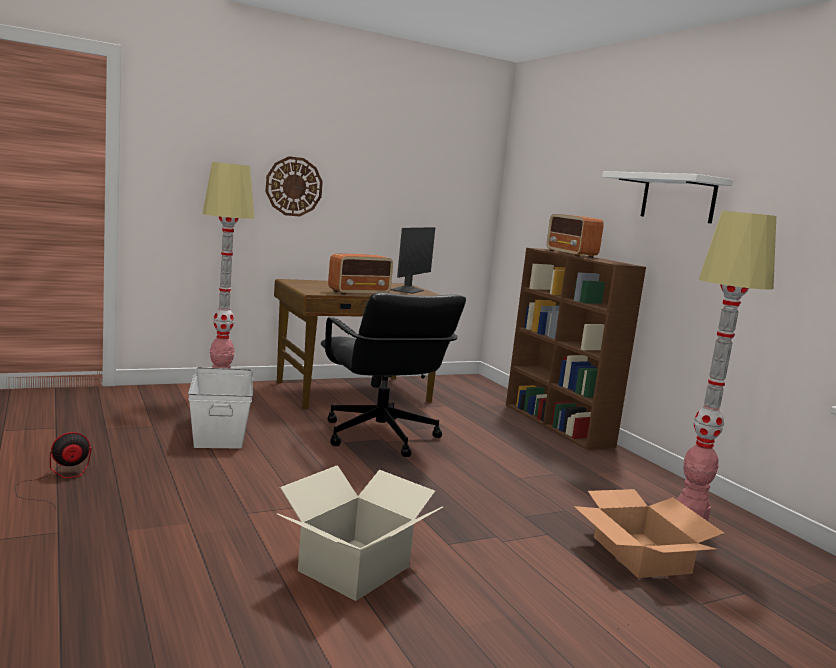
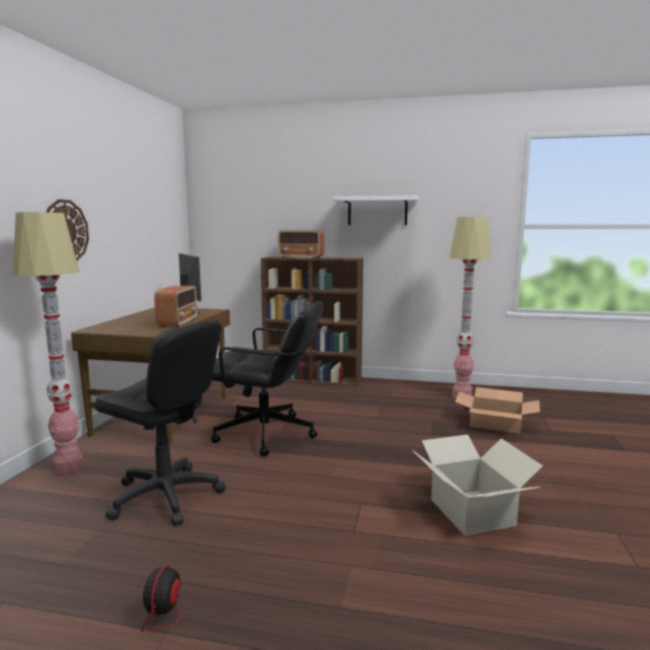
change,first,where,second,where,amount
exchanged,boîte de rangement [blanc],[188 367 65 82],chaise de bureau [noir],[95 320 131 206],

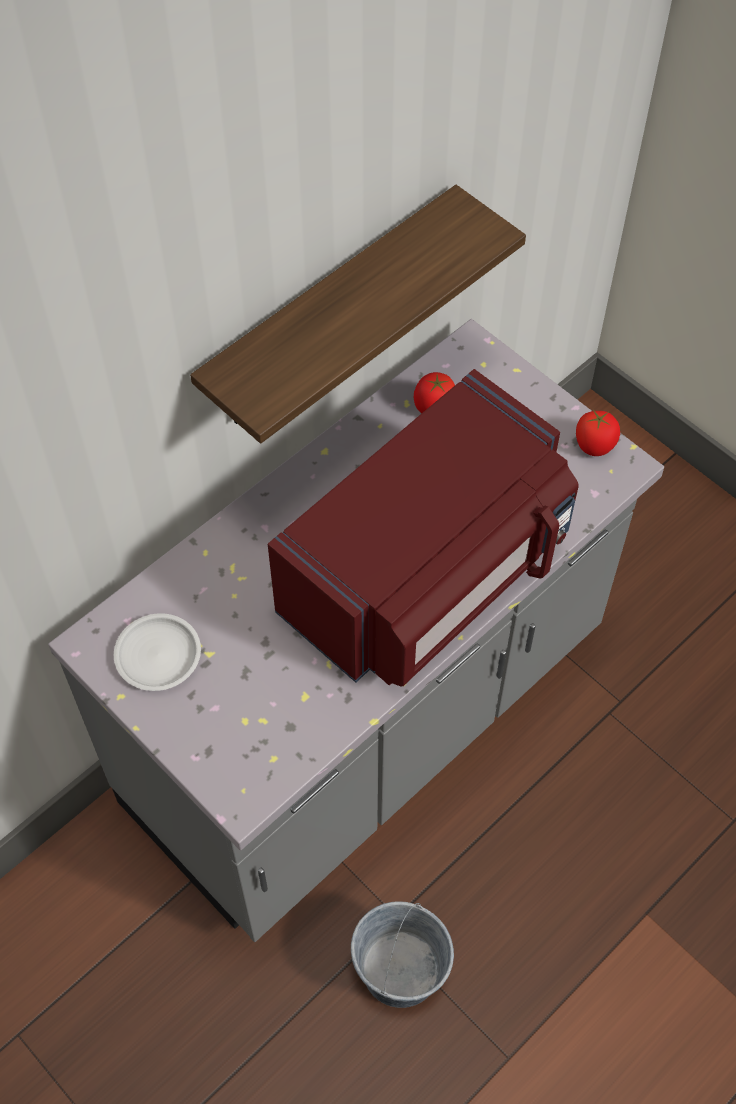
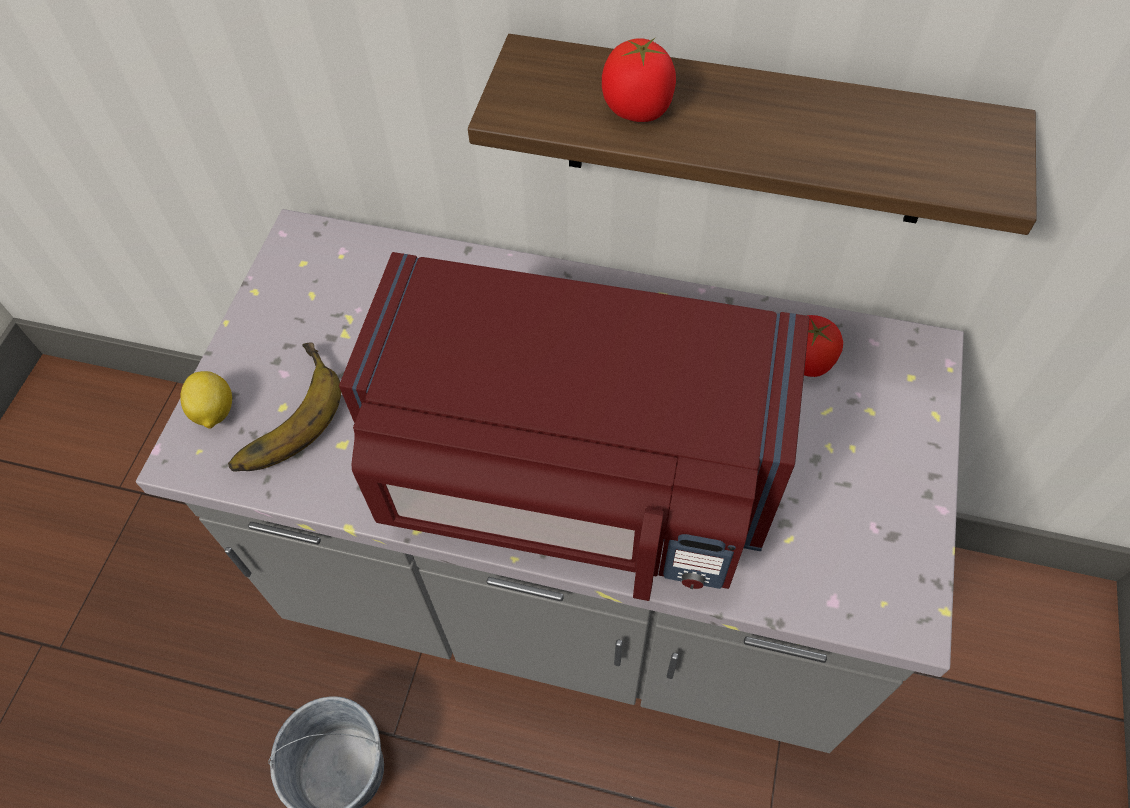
change,first,where,second,where,amount
appeared,,,citron,[180 371 52 58],
appeared,,,banane,[228 342 113 130],
relocated,tomate,[576 410 44 46],,[602 37 74 85],
missing,assiette [blanc],[114 613 87 78],,,

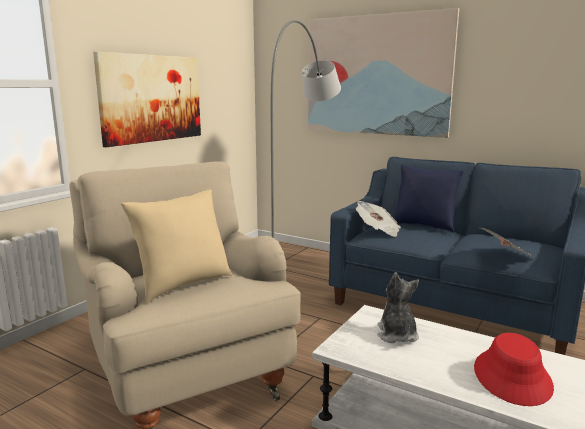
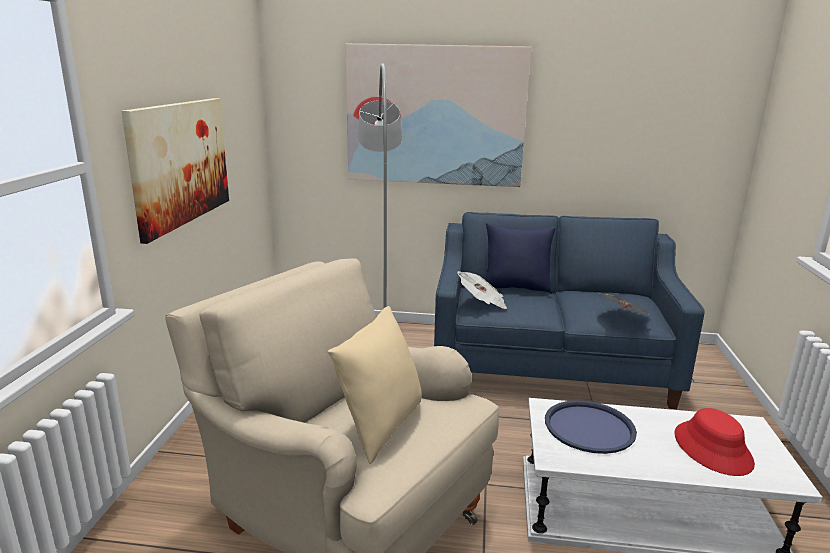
change,first,where,second,where,amount
exchanged,peluche,[377 272 42 71],plateau [bleu],[545 400 92 54],

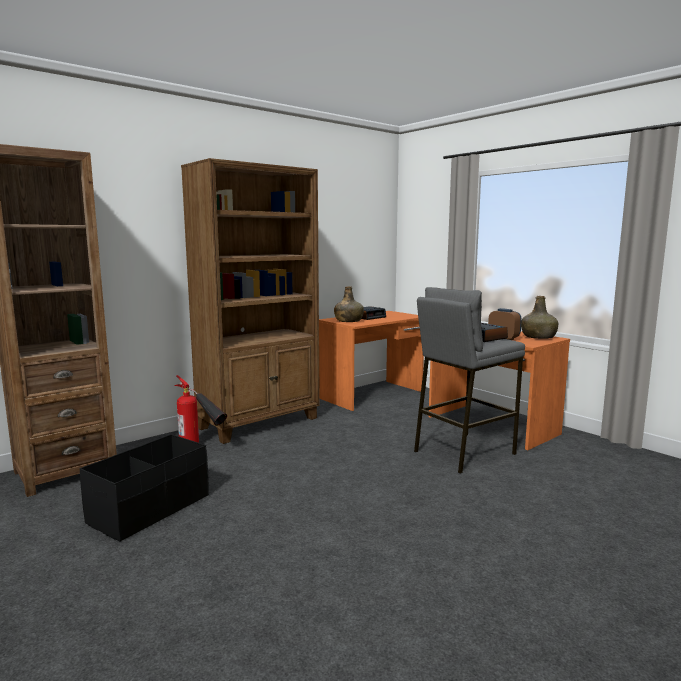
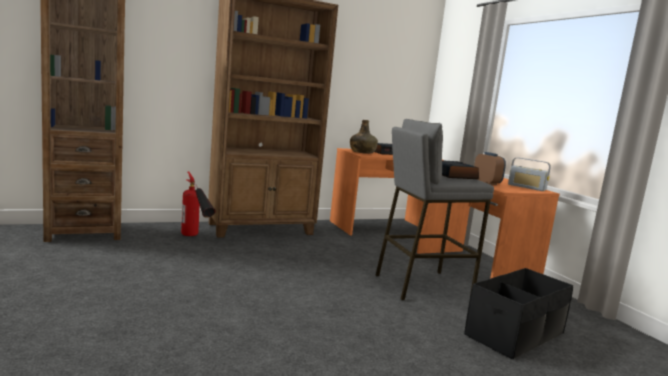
change,first,where,second,where,amount
relocated,boîte de rangement [noir],[79 434 130 108],,[464 268 109 91],
exchanged,bouteille [vert],[521 296 37 43],radio,[508 158 43 33],

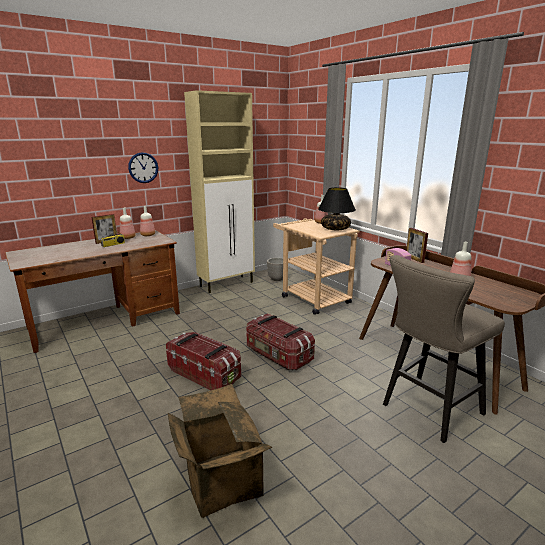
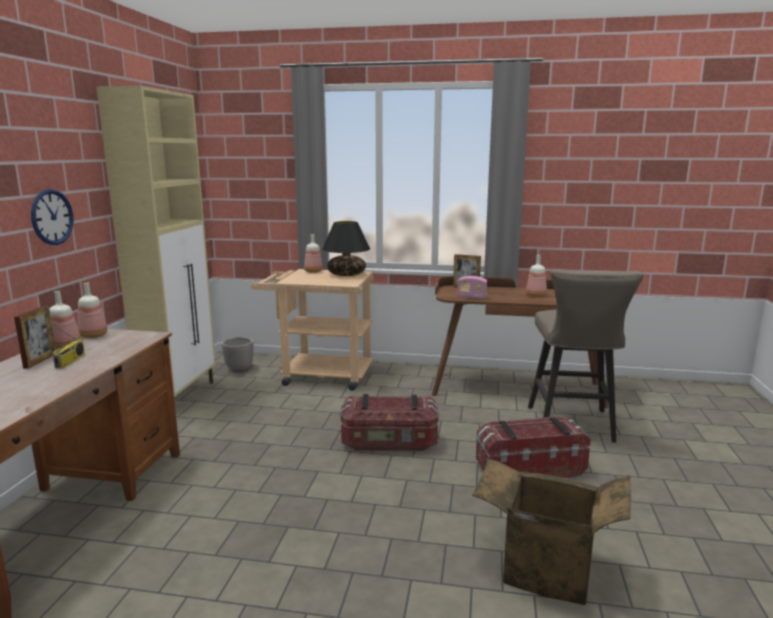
change,first,where,second,where,amount
relocated,boîte de rangement,[166 332 75 59],,[476 417 115 61],

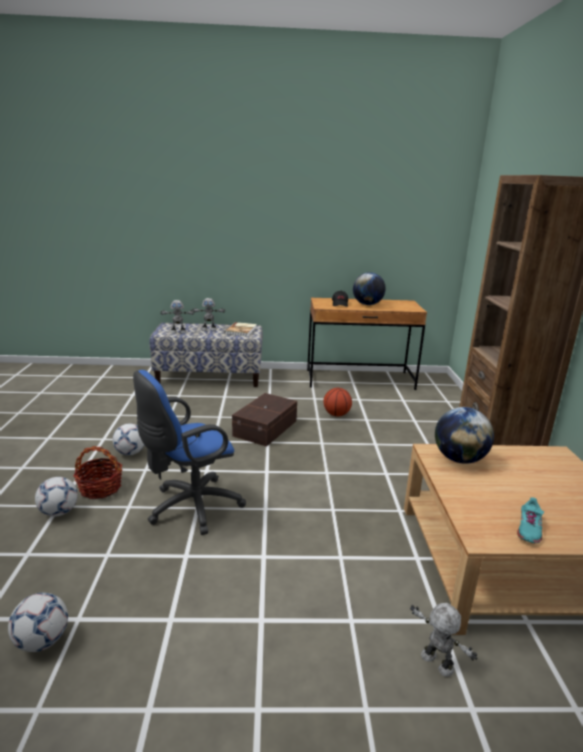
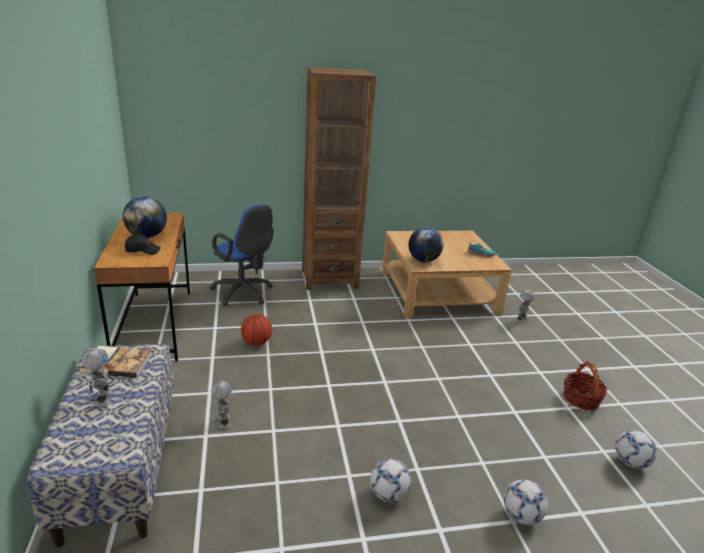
change,first,where,second,where,amount
relocated,chaise de bureau [bleu],[133 370 113 165],,[210 205 64 101],
relocated,robot jouet,[160 300 35 34],,[211 381 21 48],
relocated,panier,[74 446 48 53],,[563 361 45 49],
missing,boîte de rangement [marron],[232 393 65 54],,,

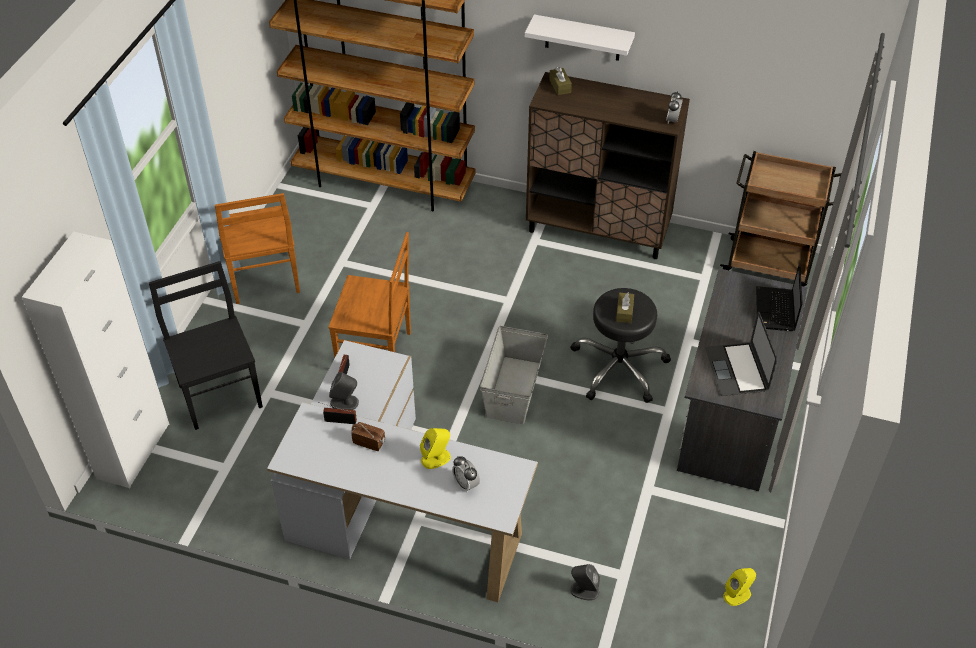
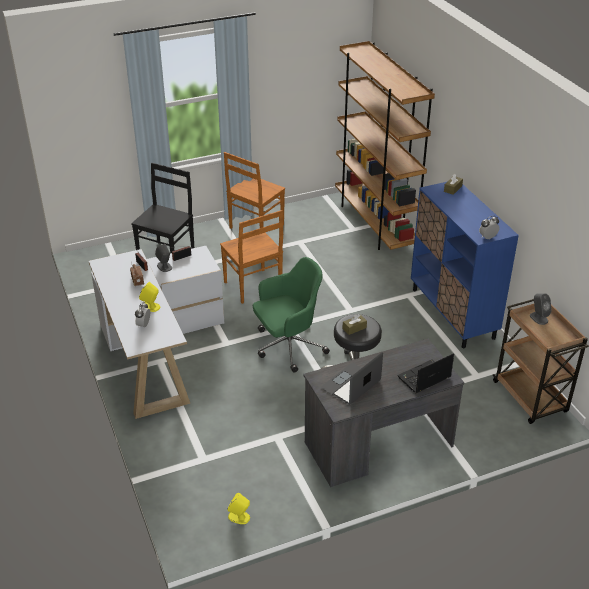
change,first,where,second,where,amount
exchanged,boîte de rangement [gris],[480 326 68 98],chaise de bureau [vert],[253 257 77 116],
colour,meuble de rangement [marron],[526 72 164 187],meuble de rangement [bleu],[411 181 108 167],
relocated,enceinte [gris],[571 564 29 37],,[530 293 22 32],
missing,meuble de rangement [blanc],[22 231 147 257],,,
missing,étagère [blanc],[525 14 110 47],,,

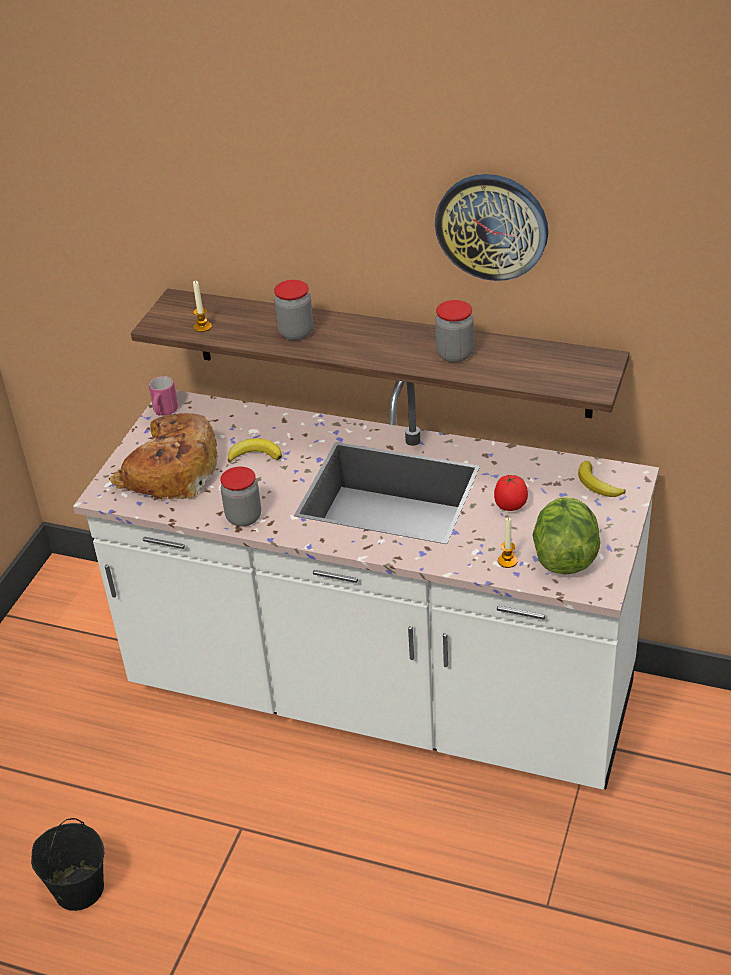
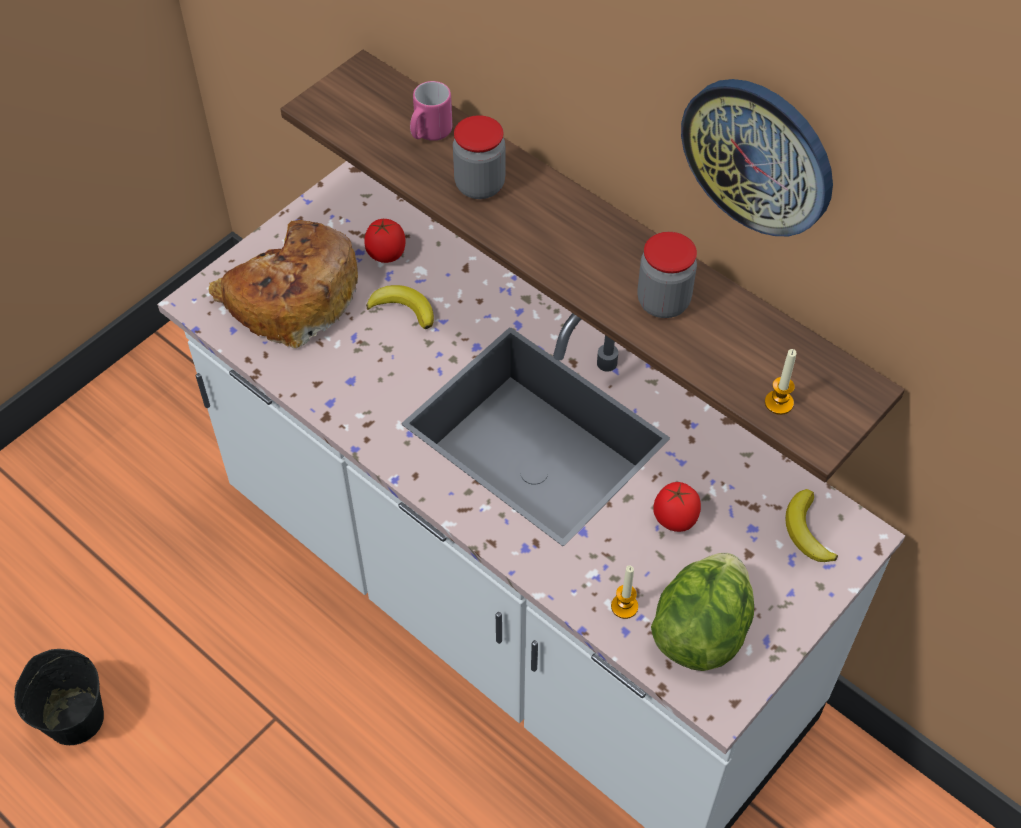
change,first,where,second,where,amount
appeared,,,tomate,[364 219 41 44],
relocated,mug [rose],[149 376 29 40],,[410 81 42 60],
relocated,bougie,[193 281 19 51],,[765 349 31 66],
missing,bocal,[220 467 41 60],,,

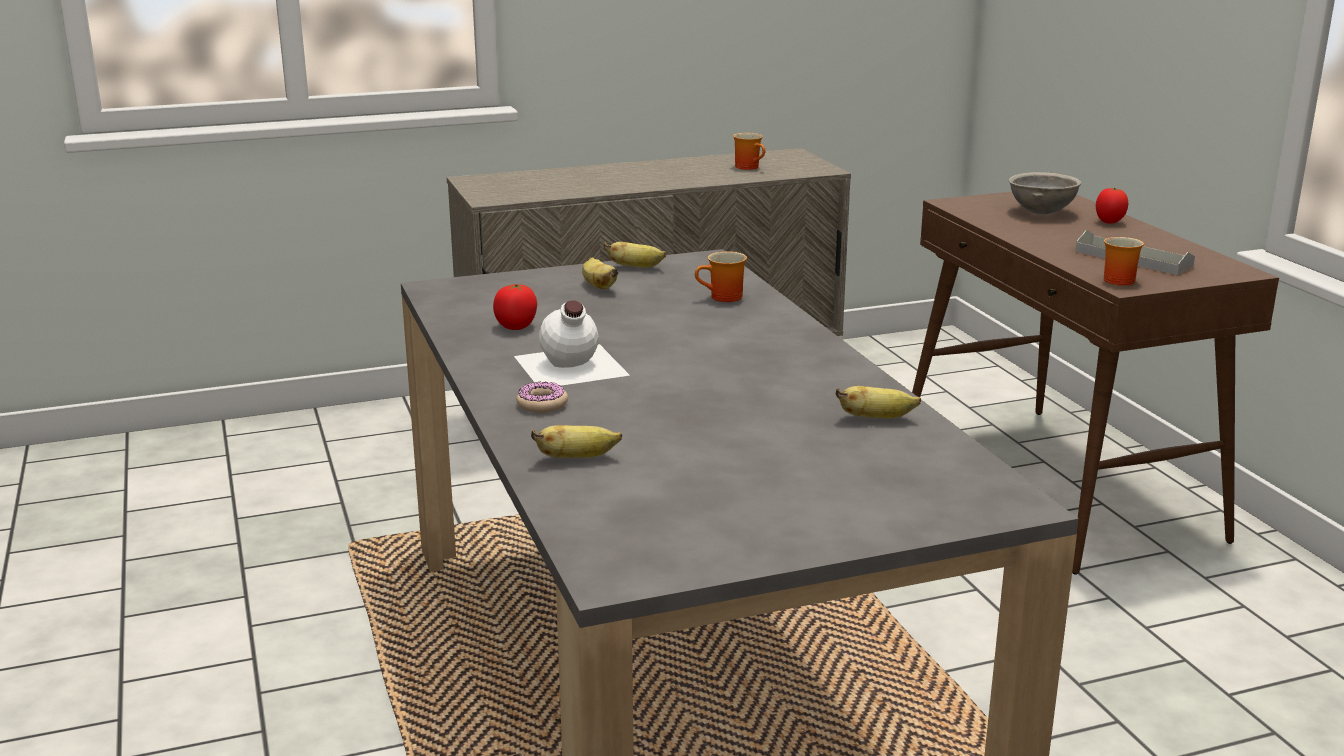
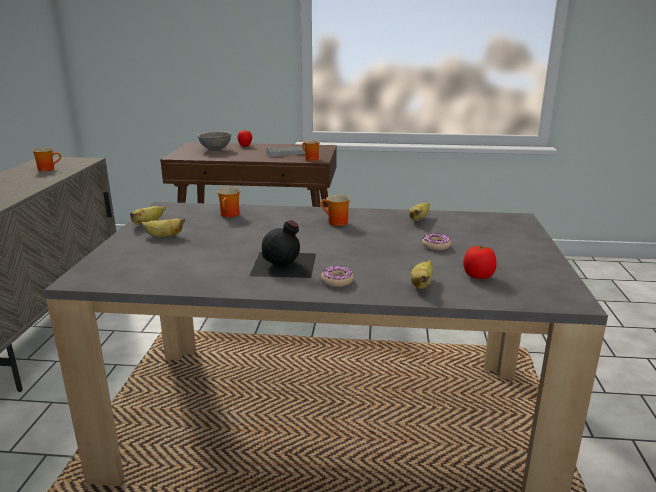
change,first,where,second,where,amount
colour,bouteille [blanc],[514 300 116 86],bouteille [noir],[249 220 67 58],
appeared,,,mug,[321 195 29 31],
appeared,,,beignet,[422 233 29 17],
relocated,tomate,[493 284 44 46],,[463 245 34 34],

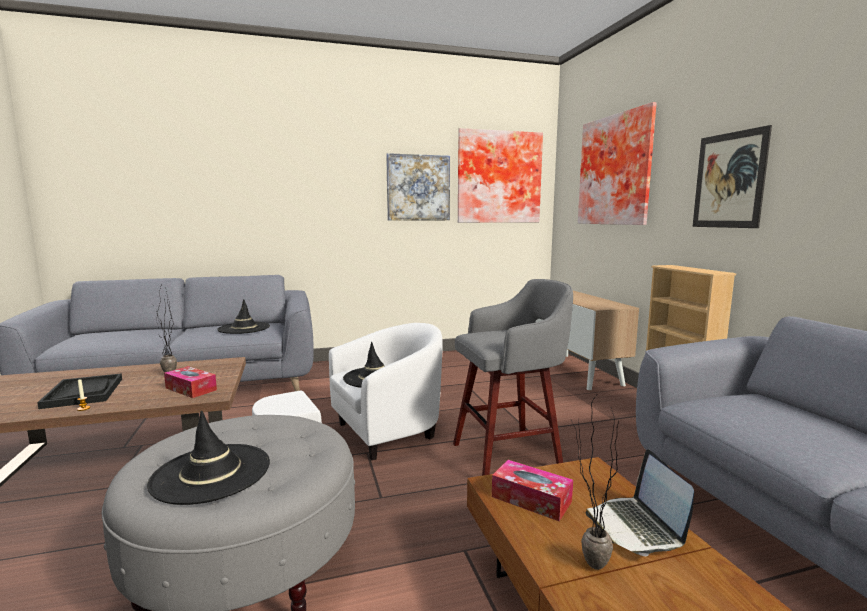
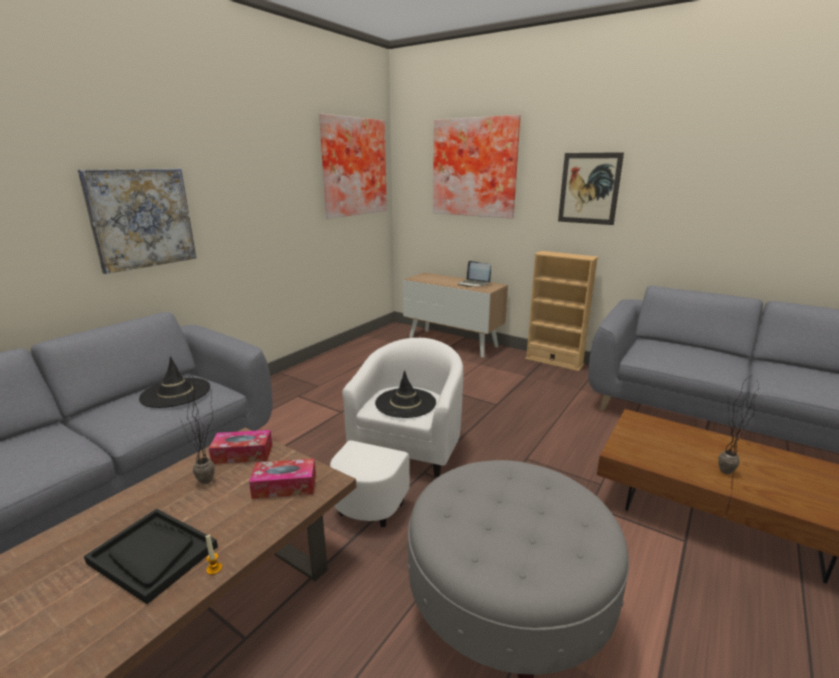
change,first,where,second,where,amount
relocated,tableau,[386 153 64 67],,[78 169 118 105],
relocated,boîte à mouchoirs,[492 460 81 61],,[209 430 63 34],
relocated,ordinateur portable,[586 449 108 107],,[458 261 33 26],
missing,chapeau [noir],[147 411 123 94],,,
missing,tabouret [gris],[453 279 120 197],,,

